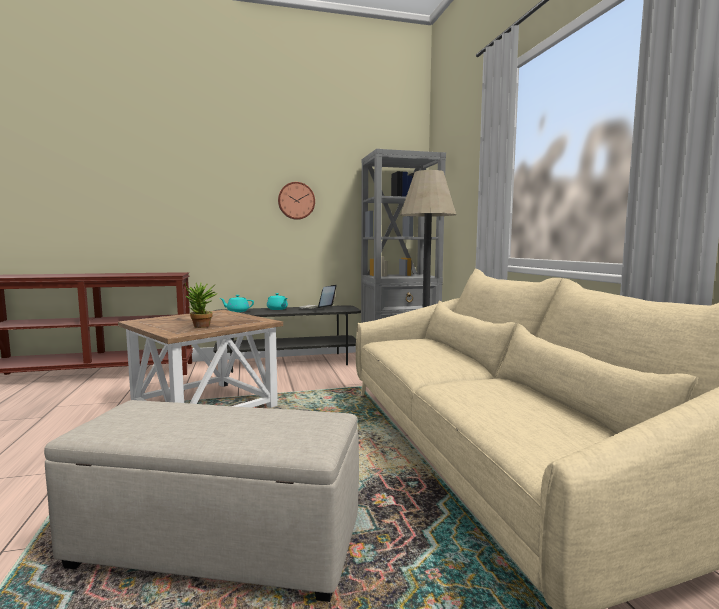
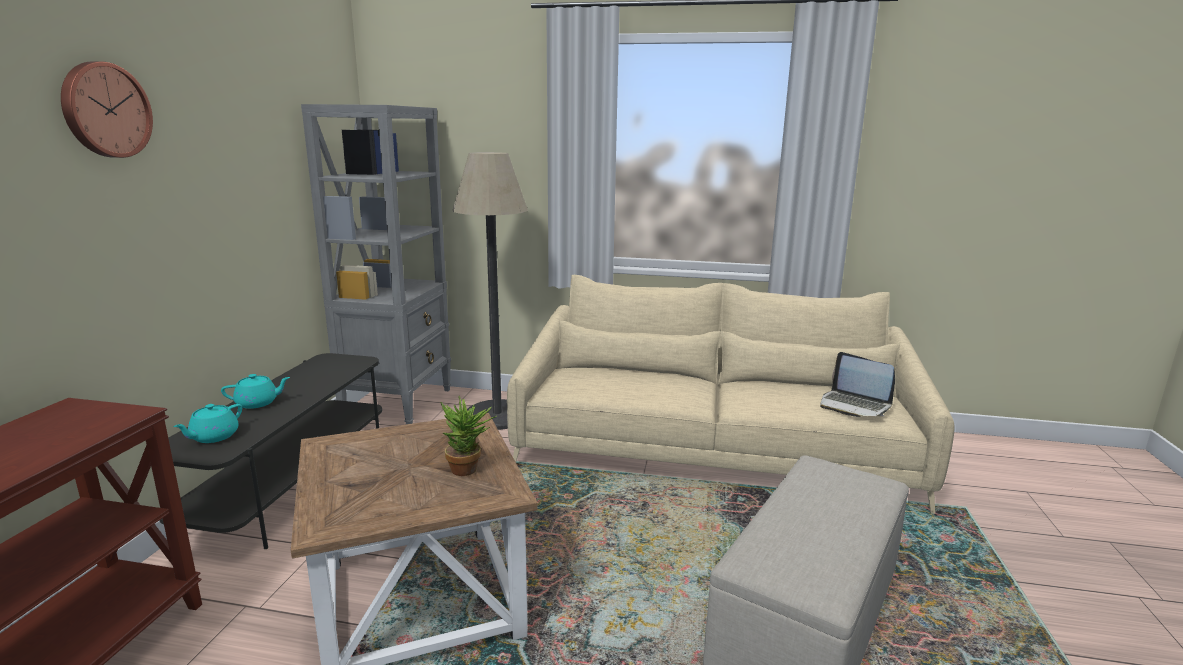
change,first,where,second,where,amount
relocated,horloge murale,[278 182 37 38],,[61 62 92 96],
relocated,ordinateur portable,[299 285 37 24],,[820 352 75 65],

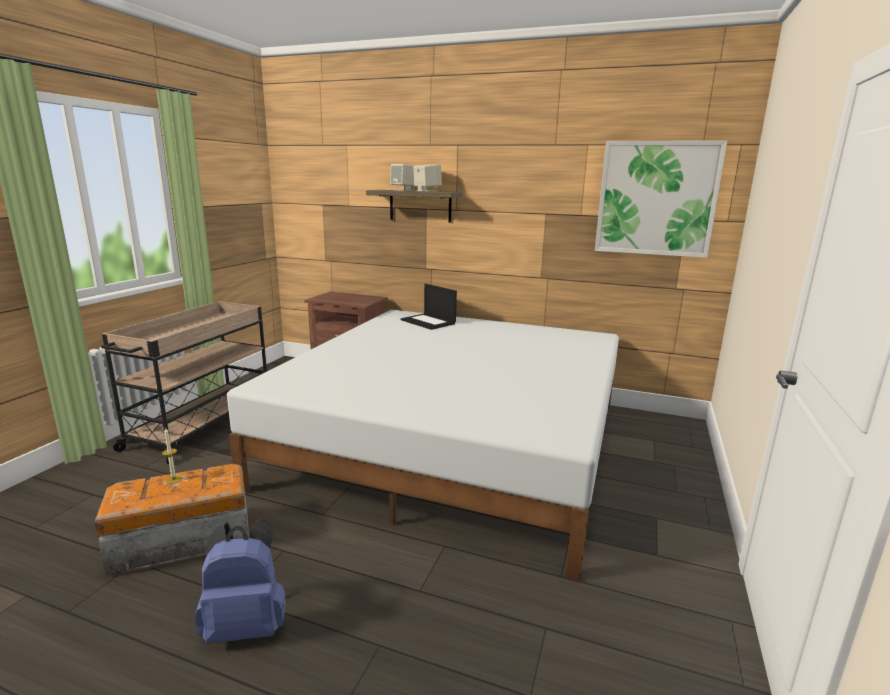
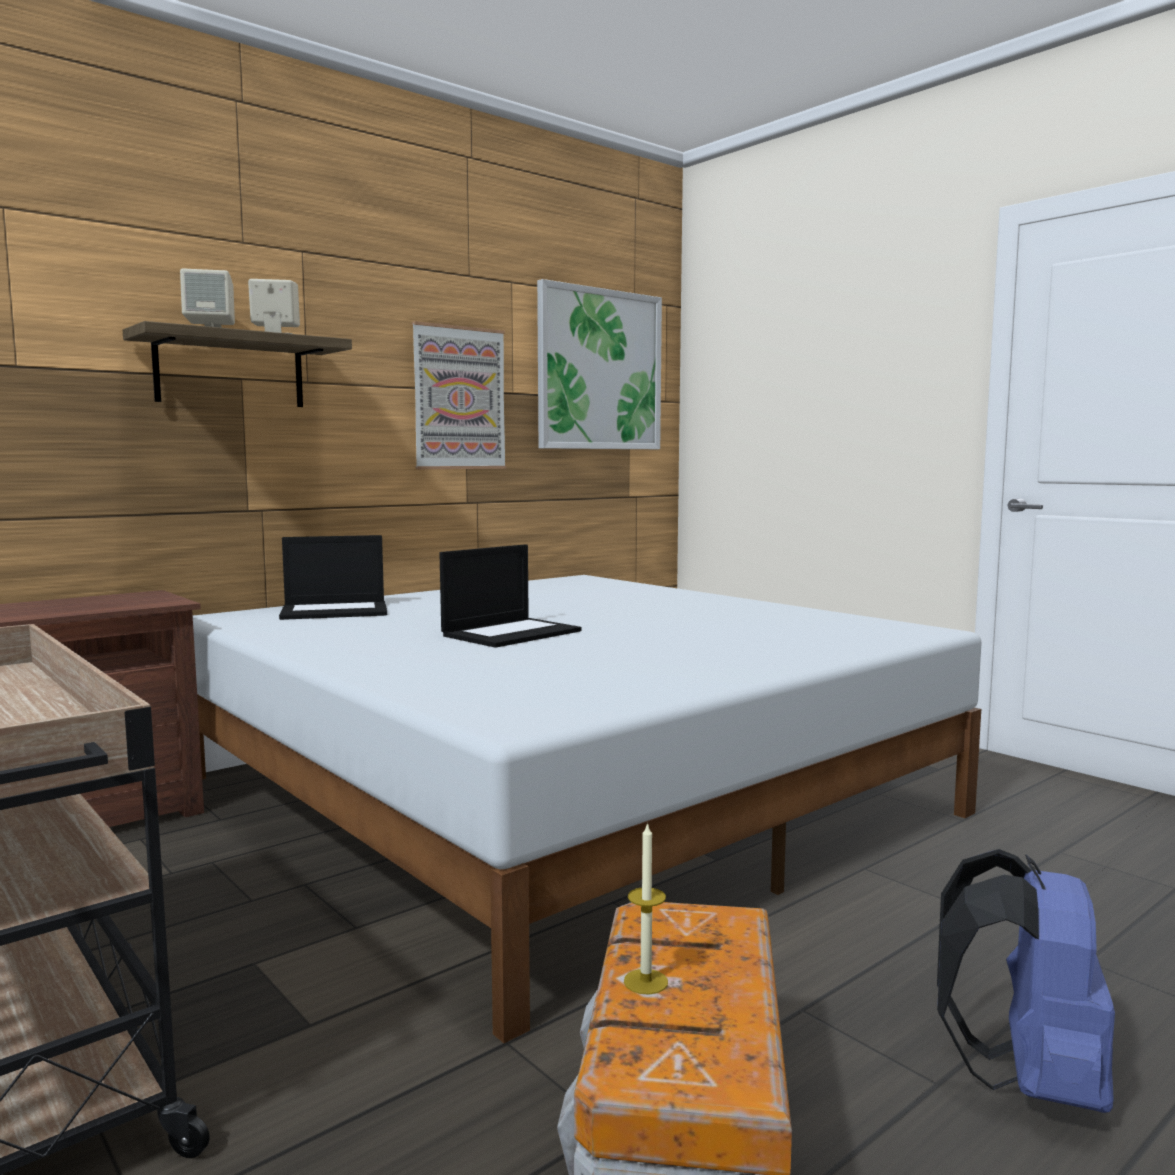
change,first,where,second,where,amount
appeared,,,tableau,[412 321 94 148],
appeared,,,ordinateur portable,[439 544 143 104],

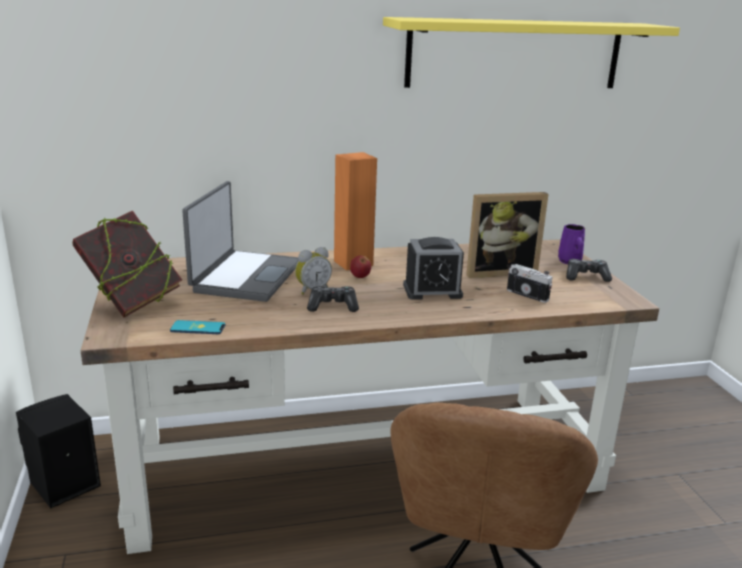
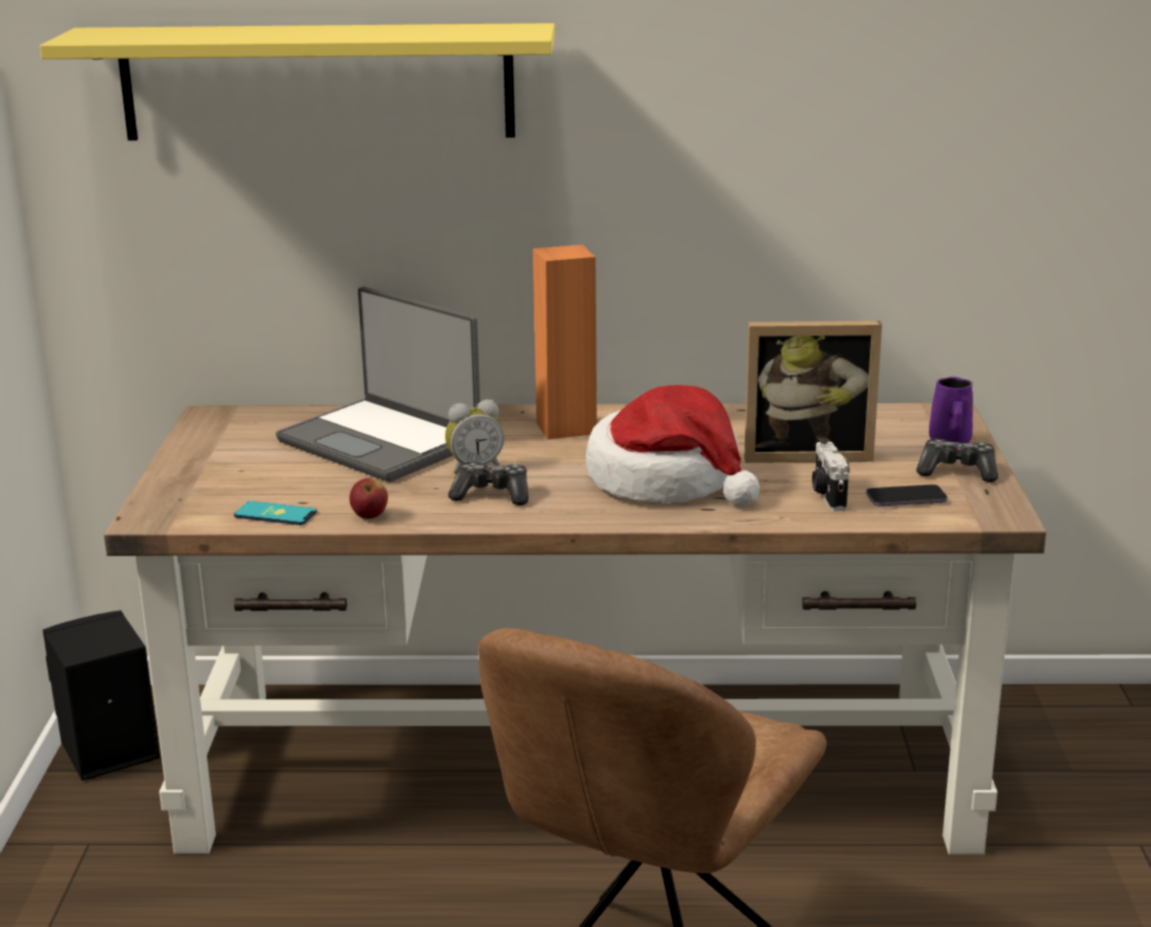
change,first,where,second,where,amount
relocated,étagère [jaune],[383 17 297 71],,[40 23 515 117],
spun,ordinateur portable,[182 181 117 121],,[276 286 204 196],105 degrees clockwise
relocated,pomme,[350 255 21 23],,[349 478 39 41],
exchanged,réveil,[403 237 61 63],chapeau,[586 385 174 121],
spun,appareil photo,[507 264 45 39],,[812 438 38 73],150 degrees counterclockwise
appeared,,,téléphone,[866 484 82 22],
missing,livre,[72 211 110 107],,,

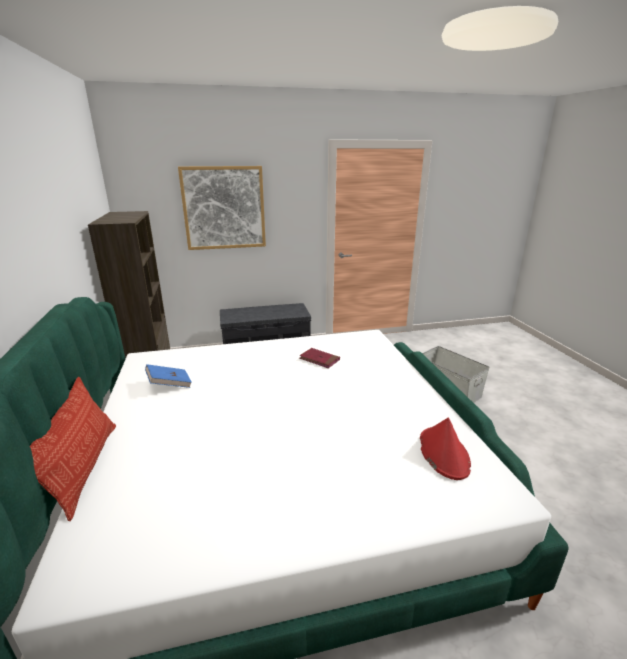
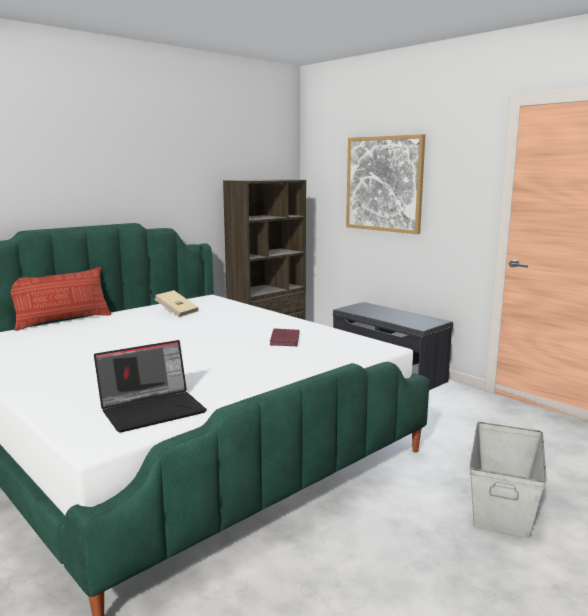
change,first,where,second,where,amount
exchanged,chapeau [rouge],[420 418 51 62],ordinateur portable,[94 340 113 93],
colour,livre [bleu],[145 364 47 24],livre [beige],[154 290 45 27],

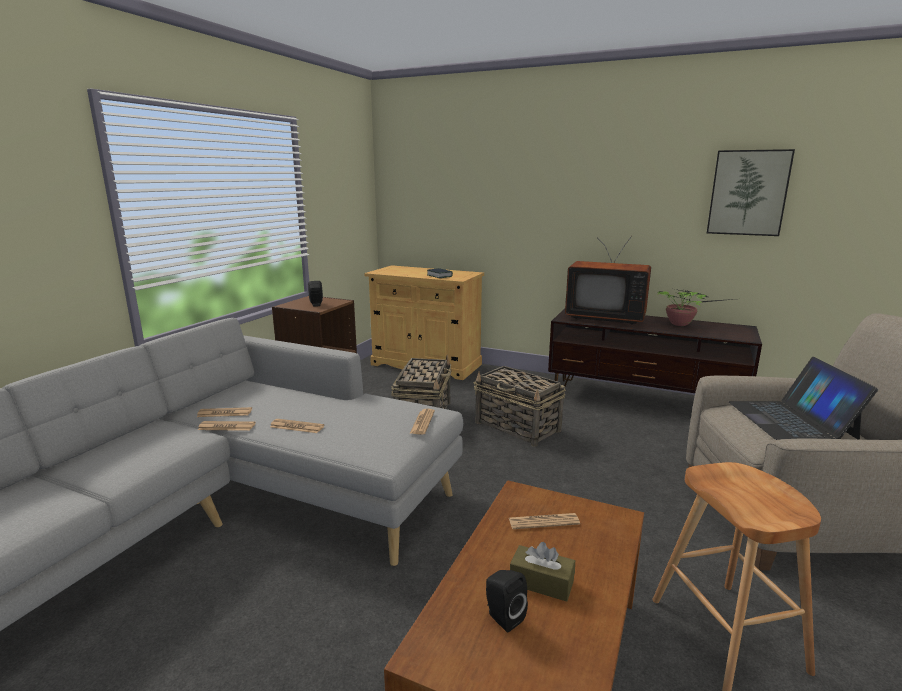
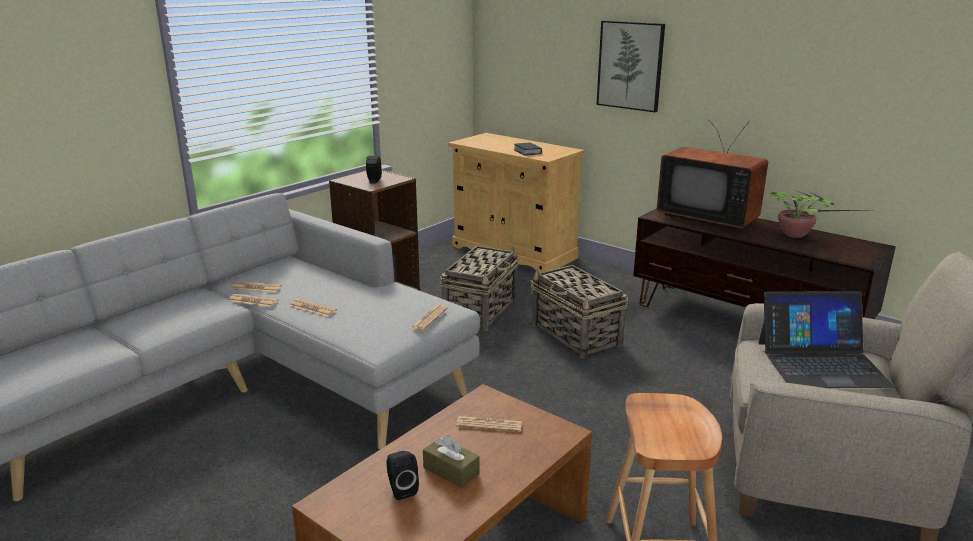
change,first,where,second,where,amount
relocated,tableau,[707 149 88 87],,[596 20 69 92],
spun,ordinateur portable,[729 357 149 83],,[759 291 136 97],105 degrees counterclockwise

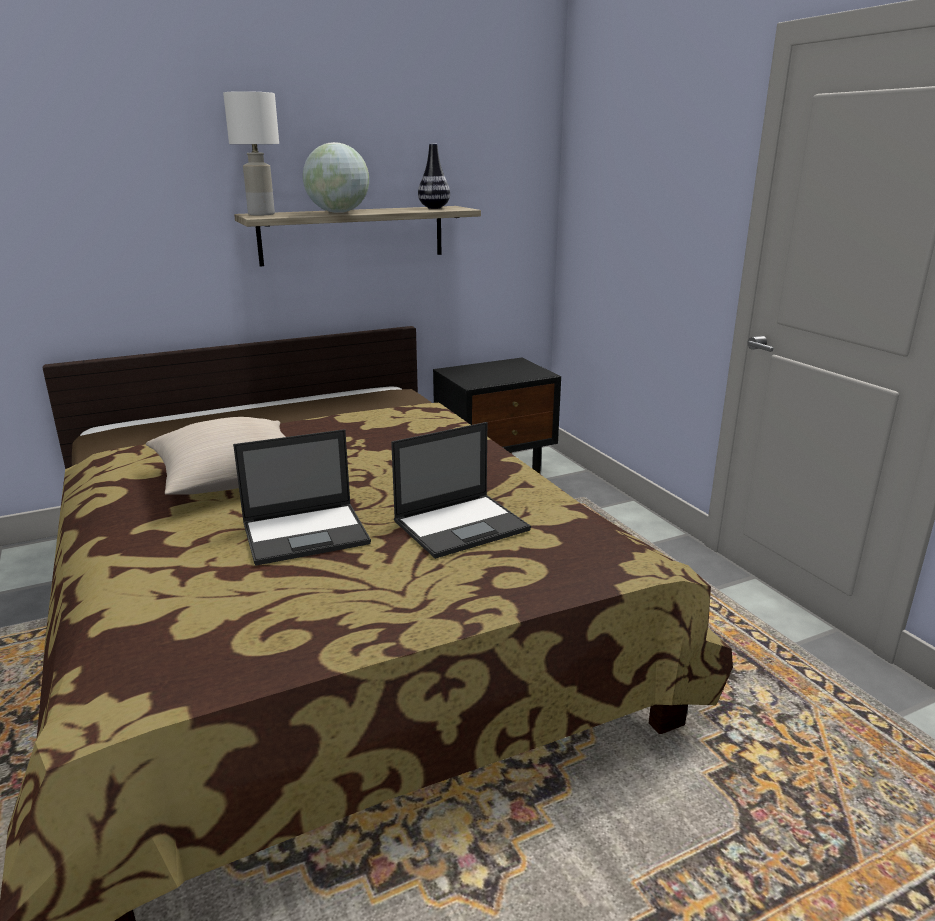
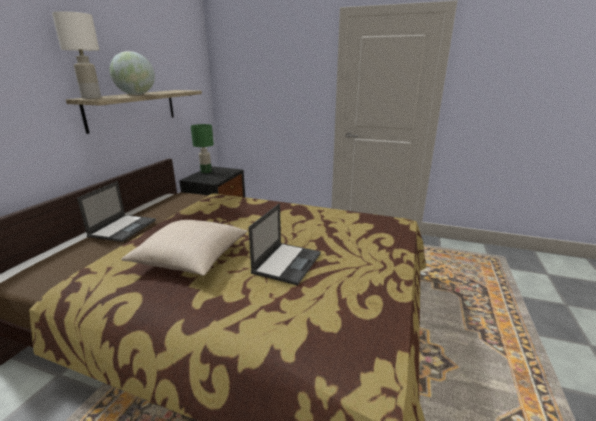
change,first,where,second,where,amount
relocated,ordinateur portable,[391 422 140 137],,[77 181 79 61],
appeared,,,lampe de table [vert],[191 124 23 49],
missing,vase,[418 144 32 65],,,

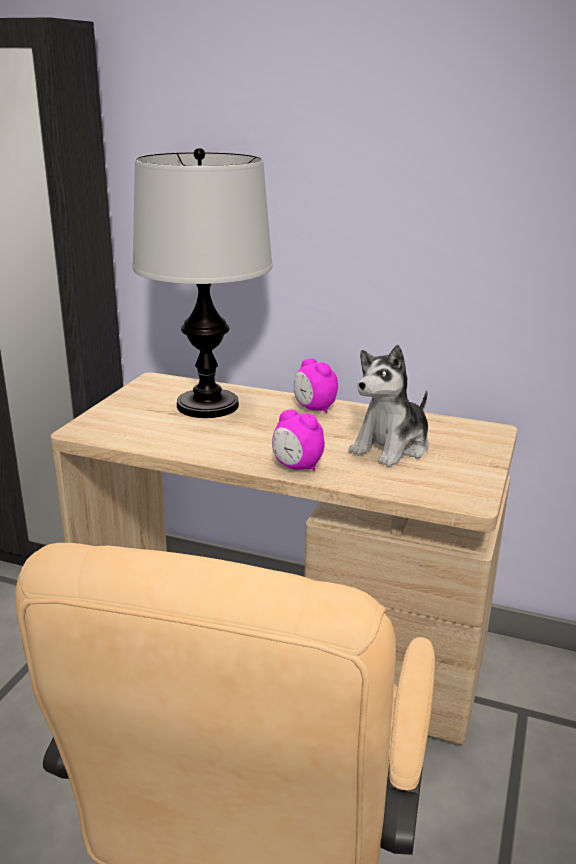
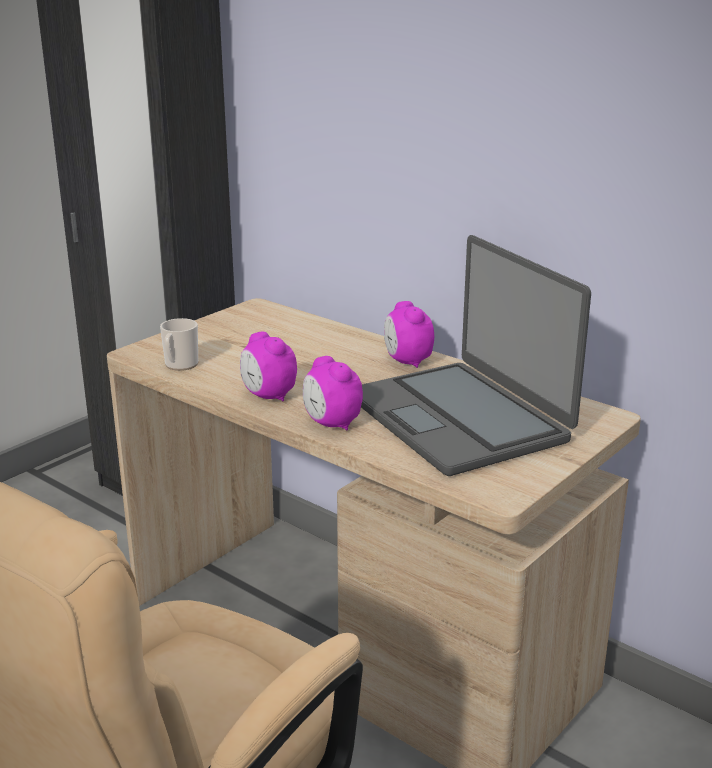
change,first,where,second,where,amount
appeared,,,mug,[160 318 38 53],
appeared,,,réveil,[240 332 57 70],
exchanged,peluche,[349 345 80 122],ordinateur portable,[361 235 230 241],
missing,lampe de table,[132 148 141 270],,,

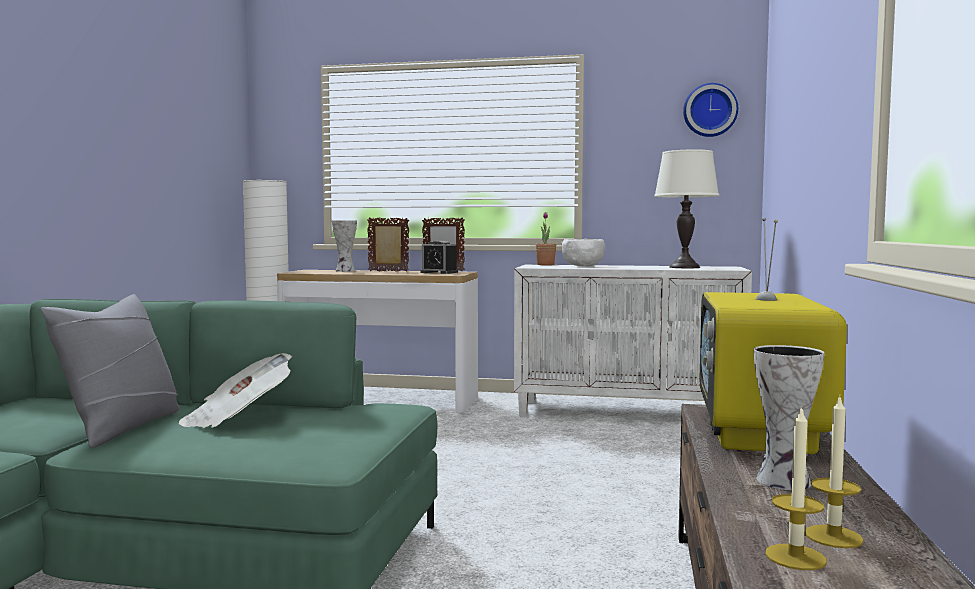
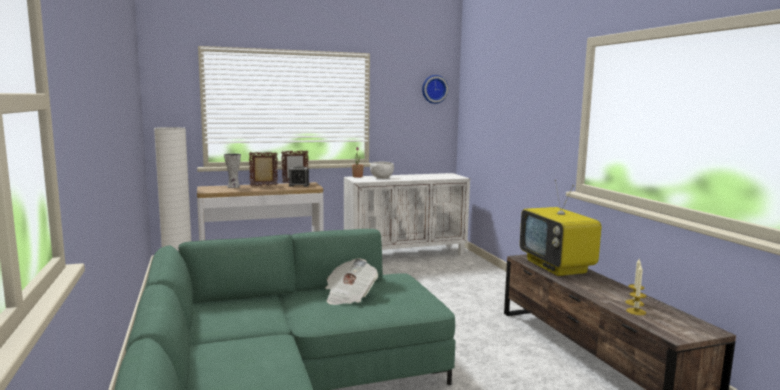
change,first,where,second,where,amount
missing,coussin [gris],[41 294 139 154],,,
missing,lampe de table [blanc],[654 149 65 119],,,
missing,vase,[754 345 70 145],,,

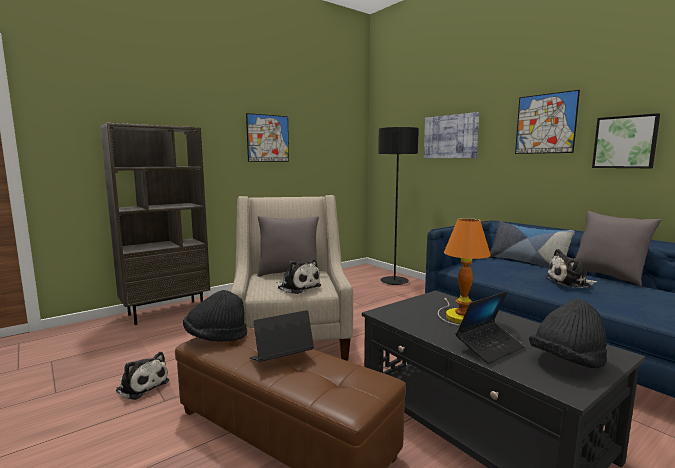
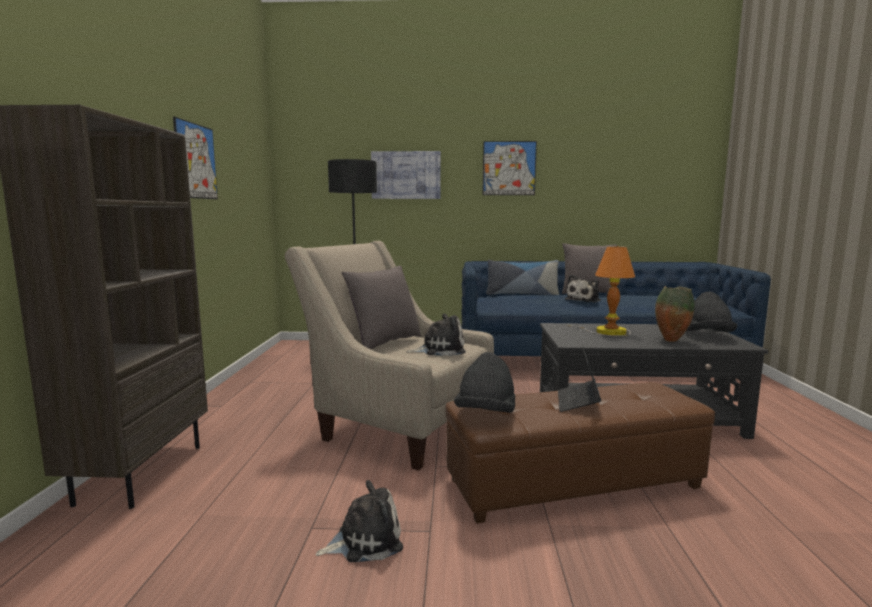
change,first,where,second,where,amount
exchanged,ordinateur portable,[456 291 68 73],vase,[655 286 40 56],
missing,tableau,[592 113 68 55],,,

